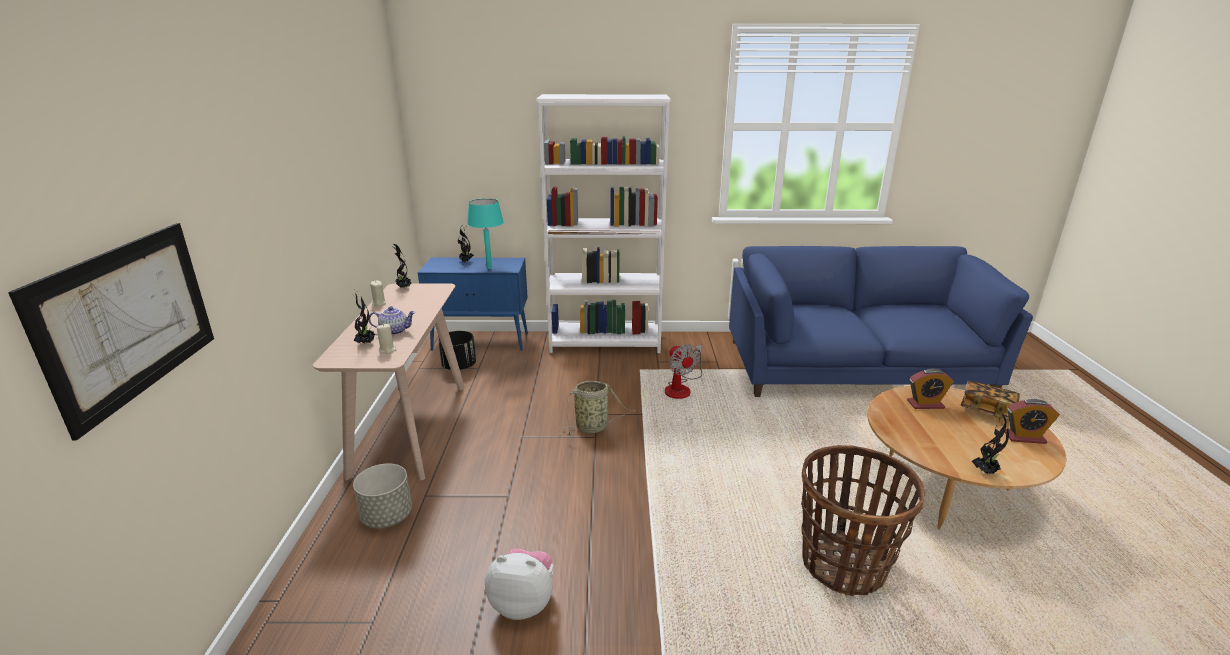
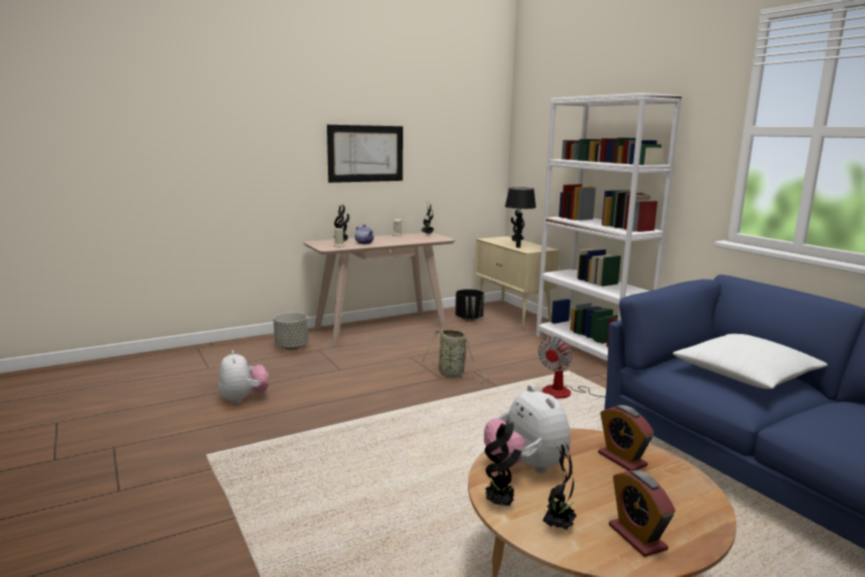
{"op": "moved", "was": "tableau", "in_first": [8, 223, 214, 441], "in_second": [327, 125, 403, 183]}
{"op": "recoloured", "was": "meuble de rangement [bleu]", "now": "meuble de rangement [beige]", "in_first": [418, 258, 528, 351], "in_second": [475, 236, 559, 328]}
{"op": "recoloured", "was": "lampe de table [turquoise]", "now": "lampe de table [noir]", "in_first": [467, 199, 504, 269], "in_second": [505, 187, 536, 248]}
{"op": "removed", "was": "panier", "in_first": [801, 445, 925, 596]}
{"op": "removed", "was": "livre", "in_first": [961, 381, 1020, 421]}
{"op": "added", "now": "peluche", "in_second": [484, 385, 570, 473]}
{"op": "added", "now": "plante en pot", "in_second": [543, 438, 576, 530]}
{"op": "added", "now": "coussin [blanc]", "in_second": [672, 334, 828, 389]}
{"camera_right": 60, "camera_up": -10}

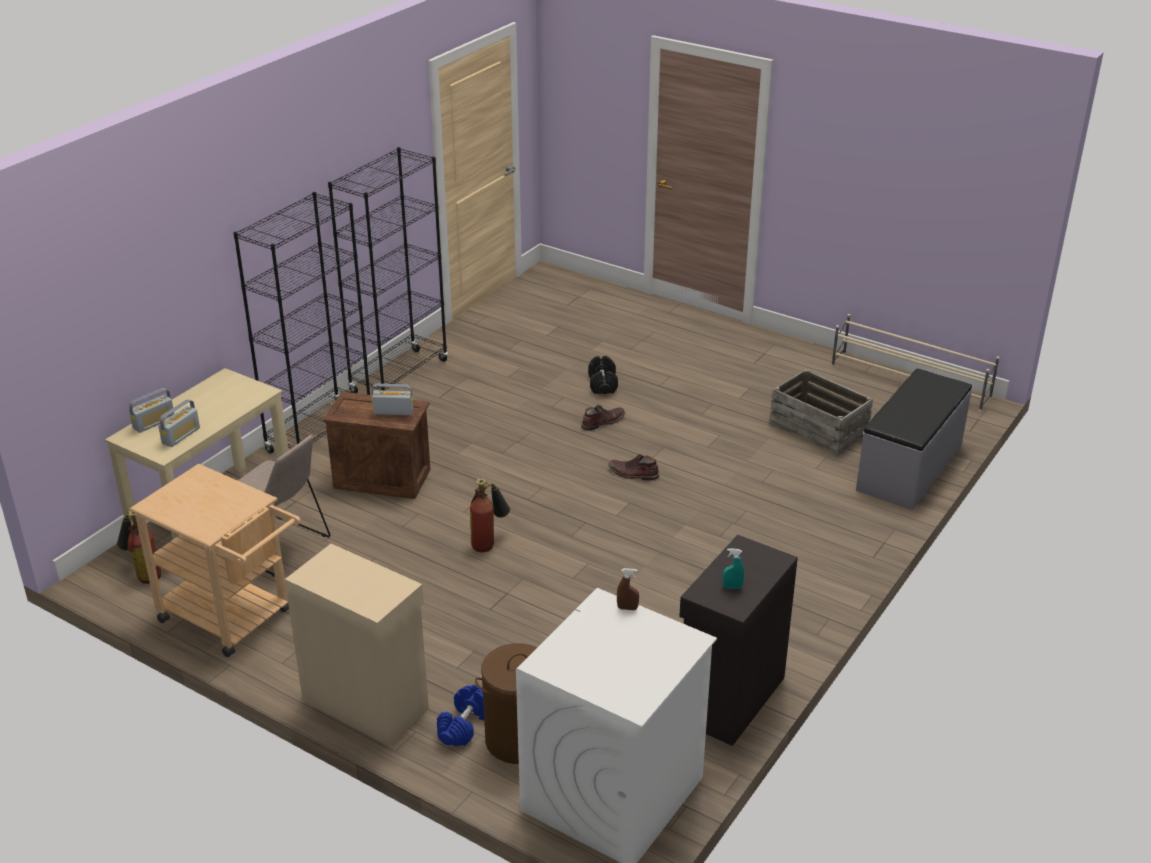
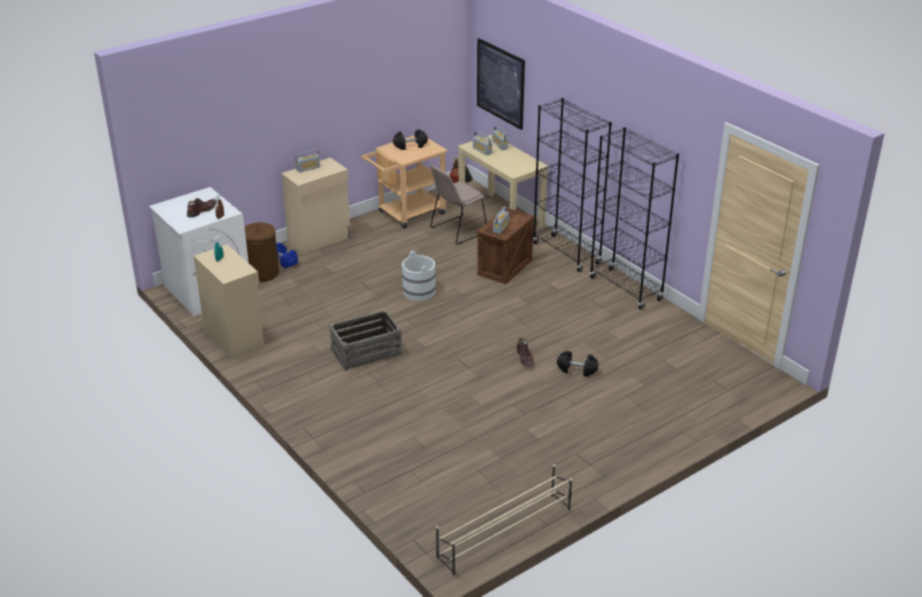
{"op": "replaced", "was": "extincteur", "now": "seau [blanc]", "in_first": [470, 478, 510, 552], "in_second": [402, 251, 436, 301]}
{"op": "moved", "was": "botte [marron]", "in_first": [608, 454, 659, 481], "in_second": [187, 198, 217, 218]}
{"op": "recoloured", "was": "meuble de rangement [noir]", "now": "meuble de rangement [beige]", "in_first": [679, 534, 798, 746], "in_second": [194, 245, 264, 360]}
{"op": "moved", "was": "caisse", "in_first": [769, 369, 873, 457], "in_second": [329, 310, 402, 371]}
{"op": "removed", "was": "banc [gris]", "in_first": [856, 368, 972, 510]}
{"op": "added", "now": "radio", "in_second": [295, 149, 320, 173]}
{"op": "added", "now": "haltère [noir]", "in_second": [393, 129, 428, 150]}
{"op": "added", "now": "tableau", "in_second": [477, 38, 525, 130]}
{"camera_right": 110, "camera_up": 0}

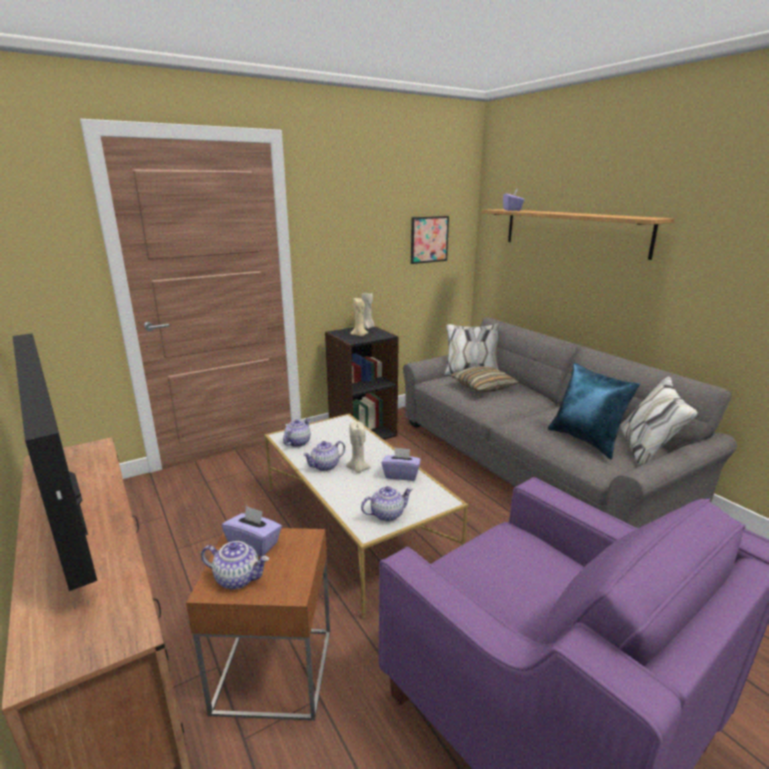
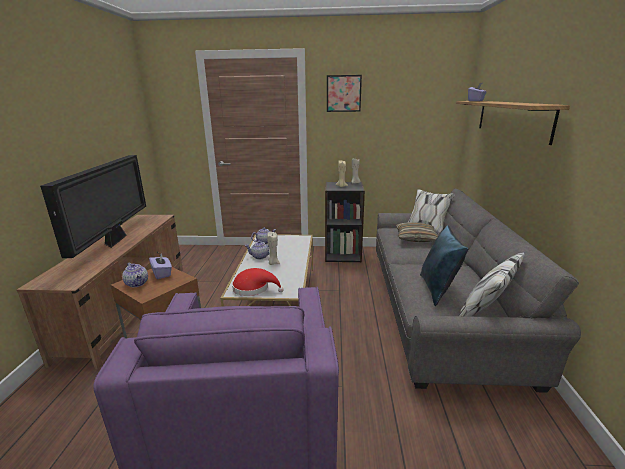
{"op": "replaced", "was": "théière", "now": "chapeau [rouge]", "in_first": [361, 486, 413, 522], "in_second": [232, 268, 284, 296]}
{"op": "removed", "was": "boîte à mouchoirs [violet]", "in_first": [382, 447, 421, 481]}
{"op": "moved", "was": "tableau", "in_first": [411, 216, 449, 264], "in_second": [327, 75, 362, 112]}
{"camera_right": 35, "camera_up": 0}

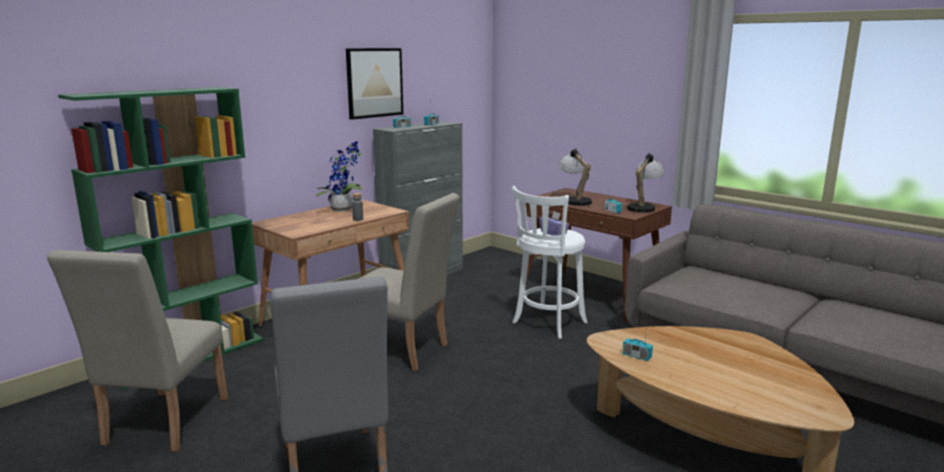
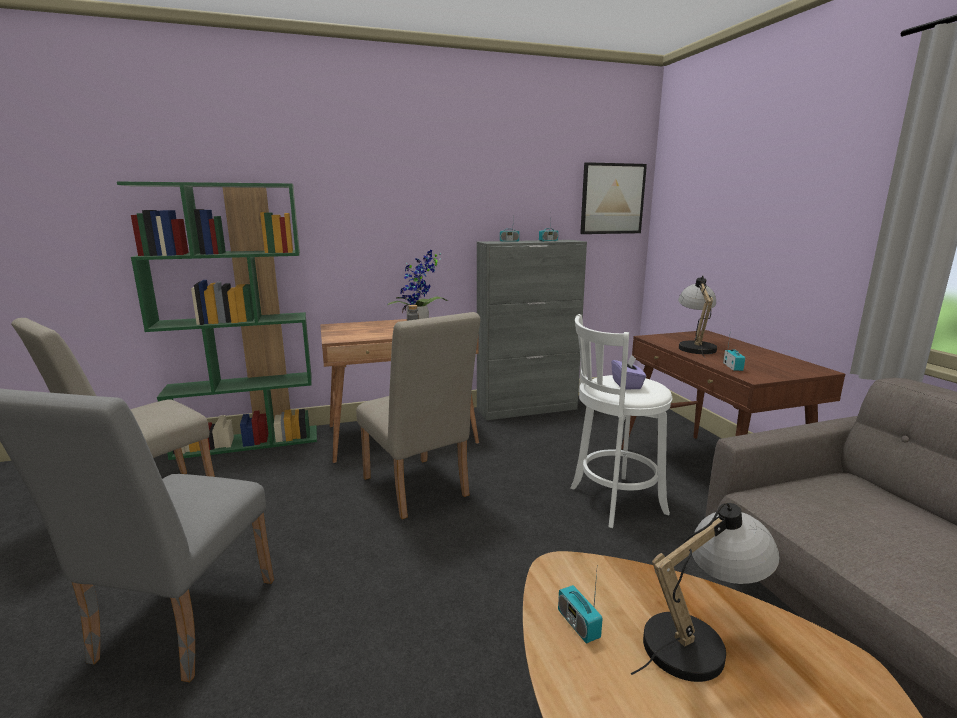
{"op": "moved", "was": "tableau", "in_first": [346, 48, 403, 120], "in_second": [580, 162, 647, 234]}
{"op": "moved", "was": "lampe de table", "in_first": [627, 153, 664, 214], "in_second": [631, 503, 780, 682]}
{"camera_right": 30, "camera_up": 0}

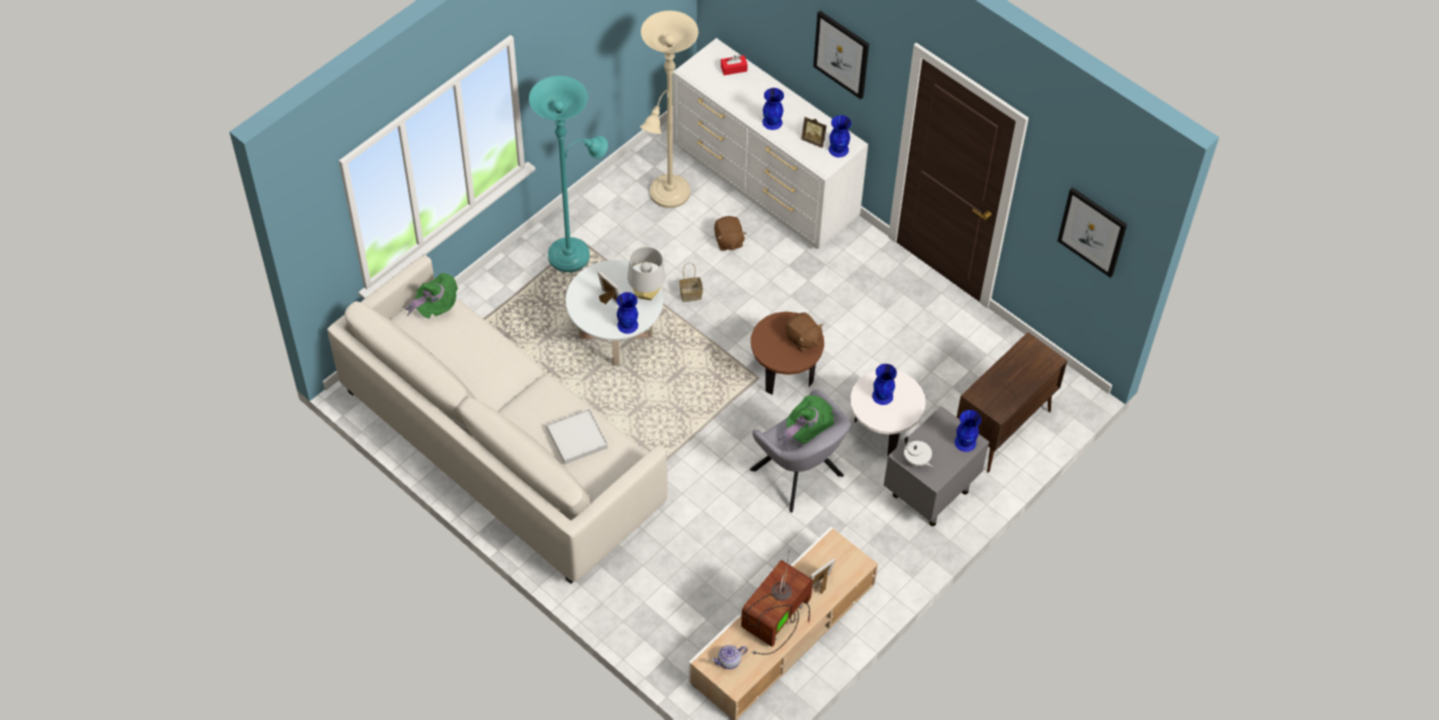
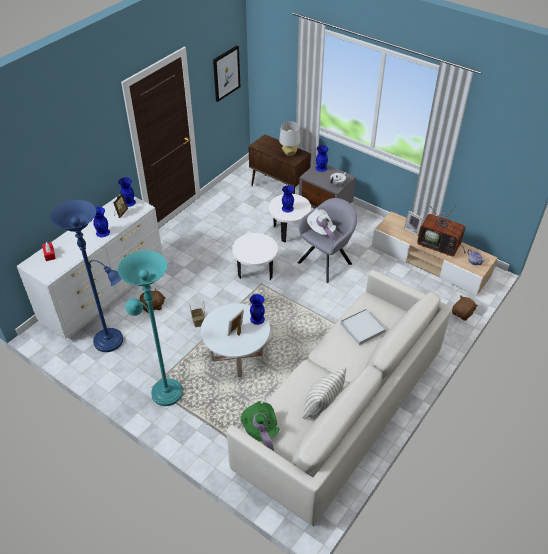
{"op": "moved", "was": "lampe de table [gris]", "in_first": [627, 247, 665, 300], "in_second": [279, 121, 301, 156]}
{"op": "recoloured", "was": "lampadaire [beige]", "now": "lampadaire [bleu]", "in_first": [640, 11, 698, 208], "in_second": [50, 200, 123, 352]}
{"op": "recoloured", "was": "table d'appoint [marron]", "now": "table d'appoint [blanc]", "in_first": [751, 312, 824, 395], "in_second": [232, 233, 278, 280]}
{"op": "recoloured", "was": "chapeau [vert]", "now": "chapeau [blanc]", "in_first": [778, 395, 834, 447], "in_second": [307, 209, 336, 242]}
{"op": "moved", "was": "peluche [marron]", "in_first": [785, 312, 823, 352], "in_second": [452, 295, 478, 321]}
{"op": "removed", "was": "tableau", "in_first": [813, 11, 869, 99]}
{"op": "added", "now": "coussin", "in_second": [303, 368, 346, 419]}
{"camera_right": -95, "camera_up": -10}

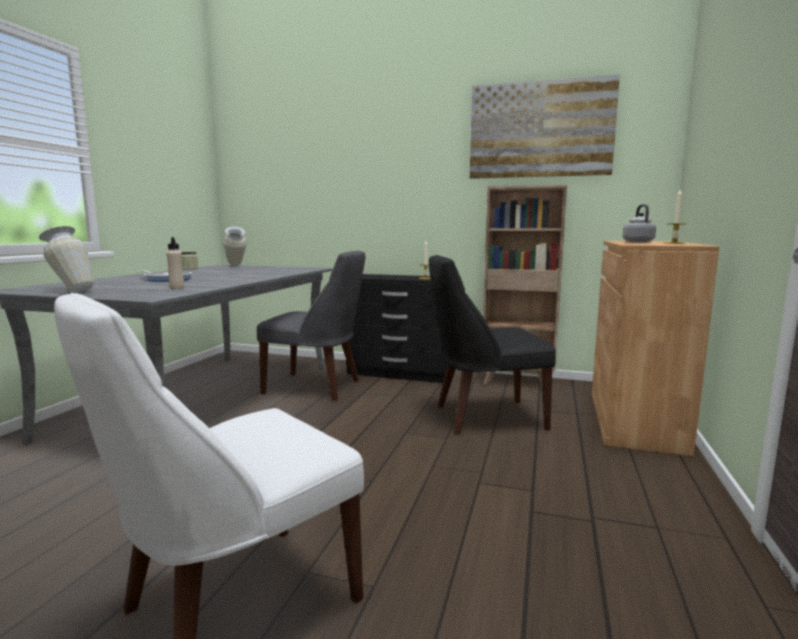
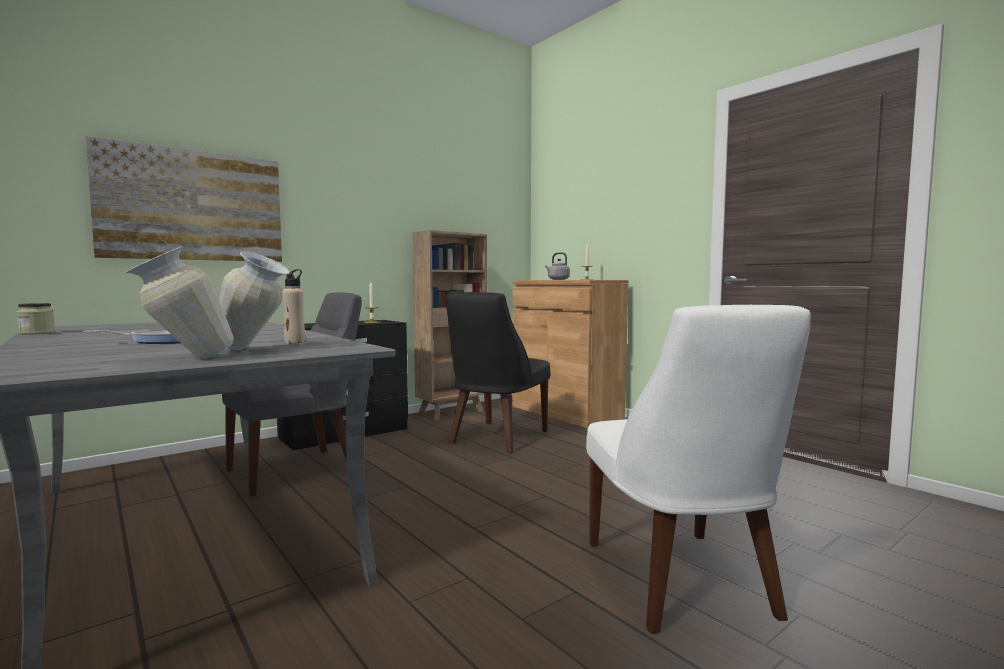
{"op": "moved", "was": "vase", "in_first": [223, 227, 247, 266], "in_second": [219, 251, 289, 350]}
{"op": "moved", "was": "tableau", "in_first": [470, 74, 620, 179], "in_second": [85, 136, 282, 262]}
{"camera_right": -55, "camera_up": -5}

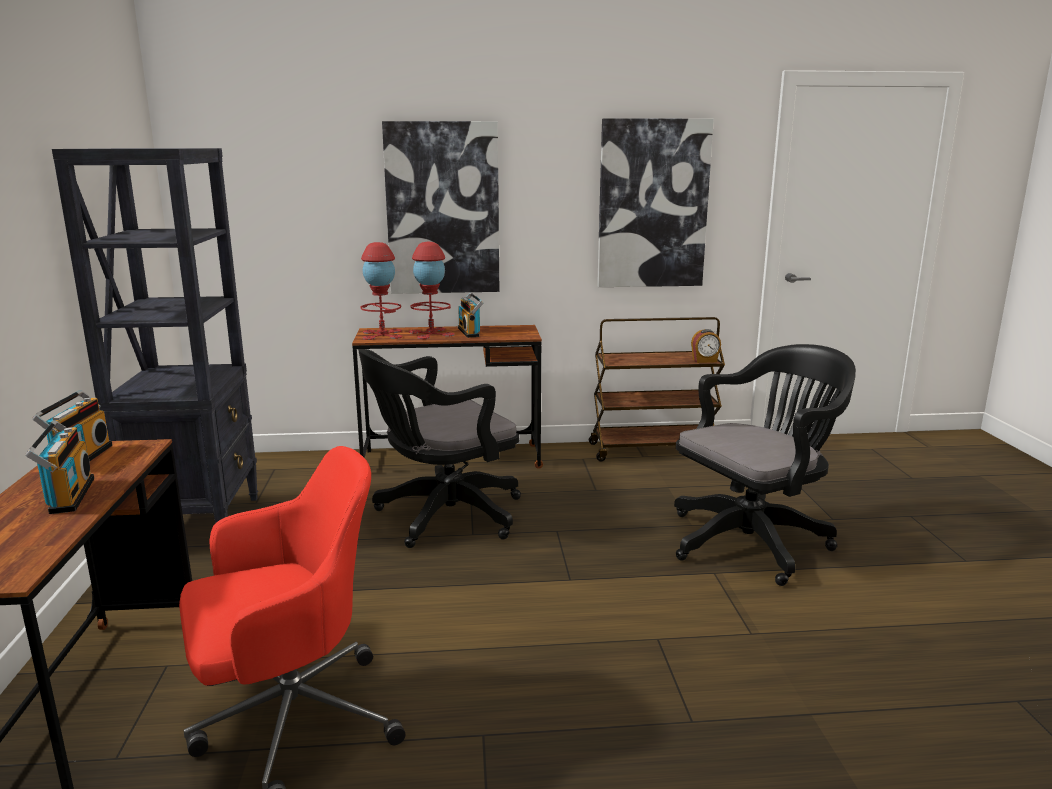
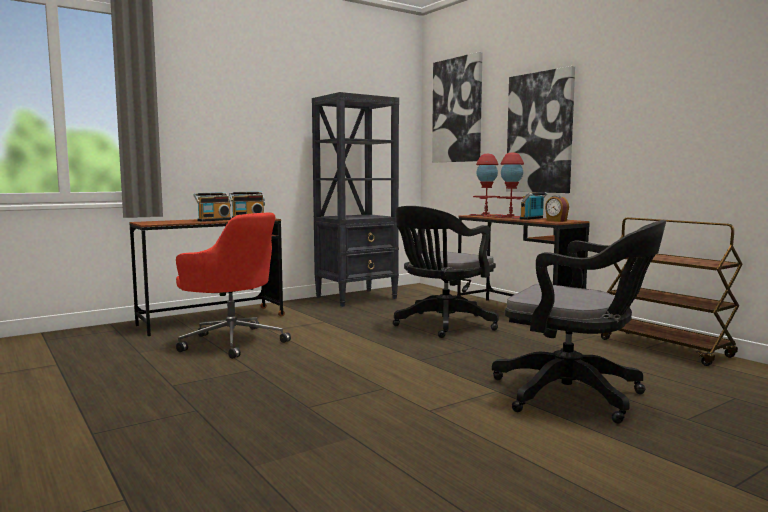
{"op": "turned", "was": "chaise de bureau [noir]", "in_first": [358, 349, 521, 548], "in_second": [393, 206, 499, 338], "clockwise": -75}
{"op": "moved", "was": "tableau", "in_first": [597, 118, 714, 287], "in_second": [432, 52, 483, 162]}
{"op": "moved", "was": "réveil", "in_first": [691, 329, 721, 363], "in_second": [545, 195, 569, 222]}
{"camera_right": 60, "camera_up": -10}

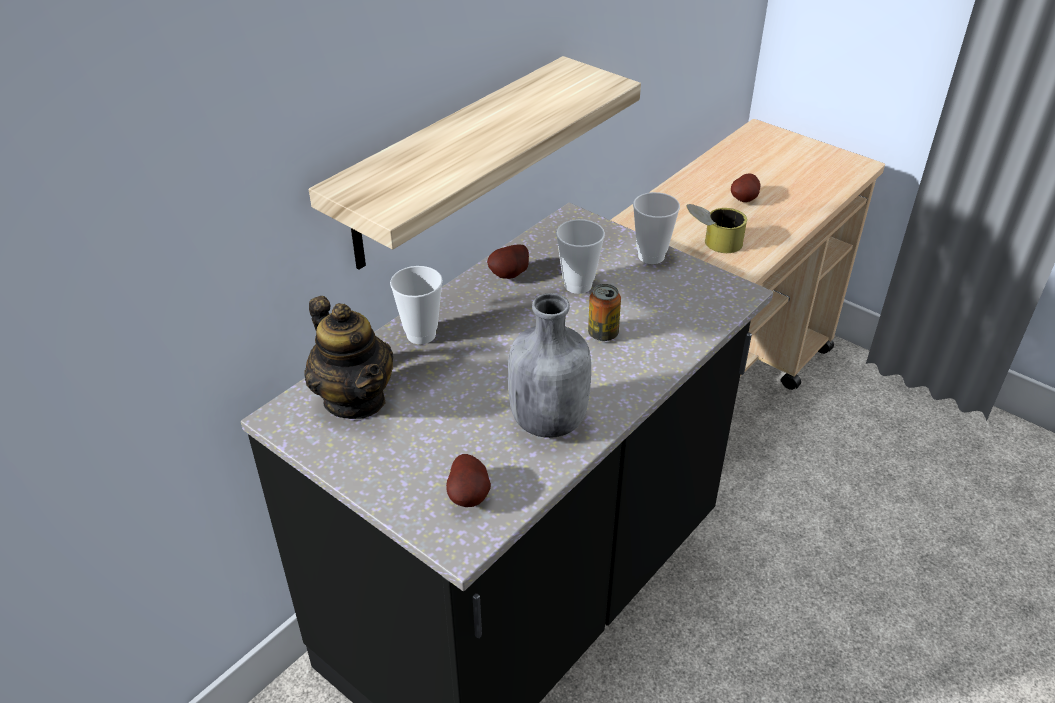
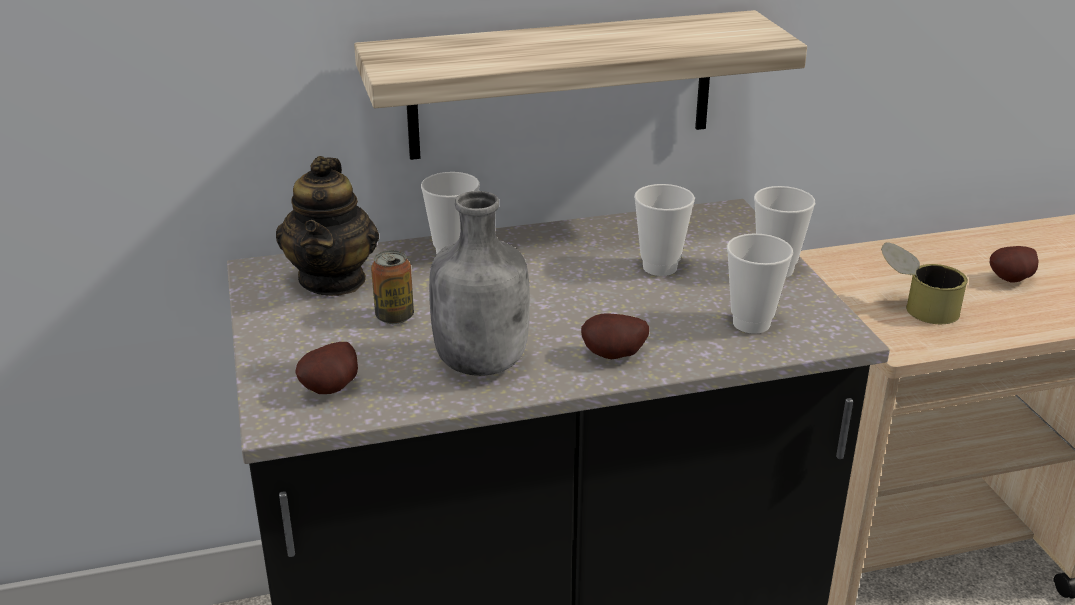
{"op": "moved", "was": "pomme de terre", "in_first": [487, 244, 529, 279], "in_second": [581, 313, 649, 359]}
{"op": "moved", "was": "boîte métallique", "in_first": [588, 284, 621, 341], "in_second": [371, 250, 414, 324]}
{"op": "added", "now": "tasse", "in_second": [727, 233, 793, 334]}
{"camera_right": 35, "camera_up": -10}

